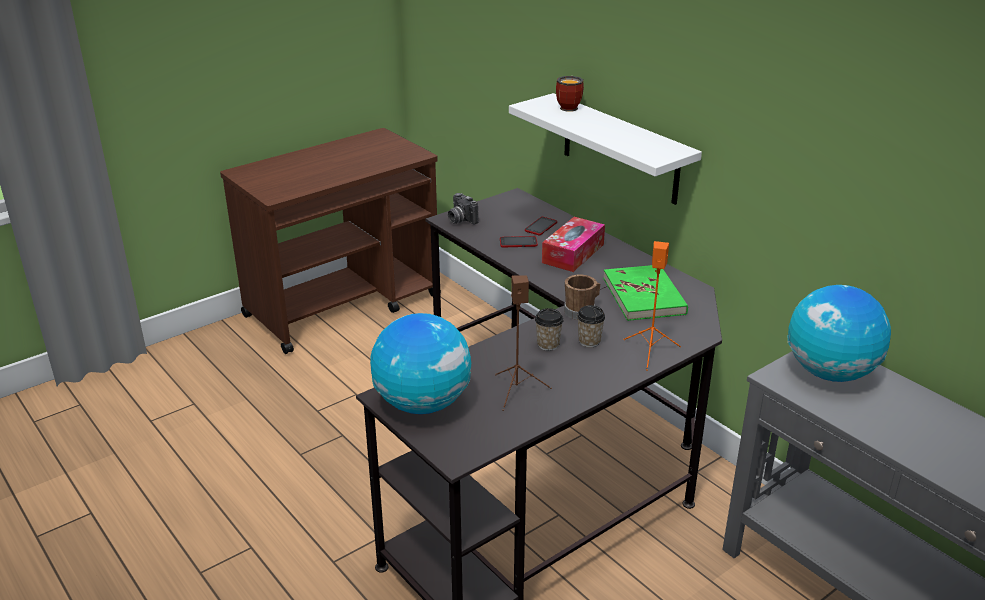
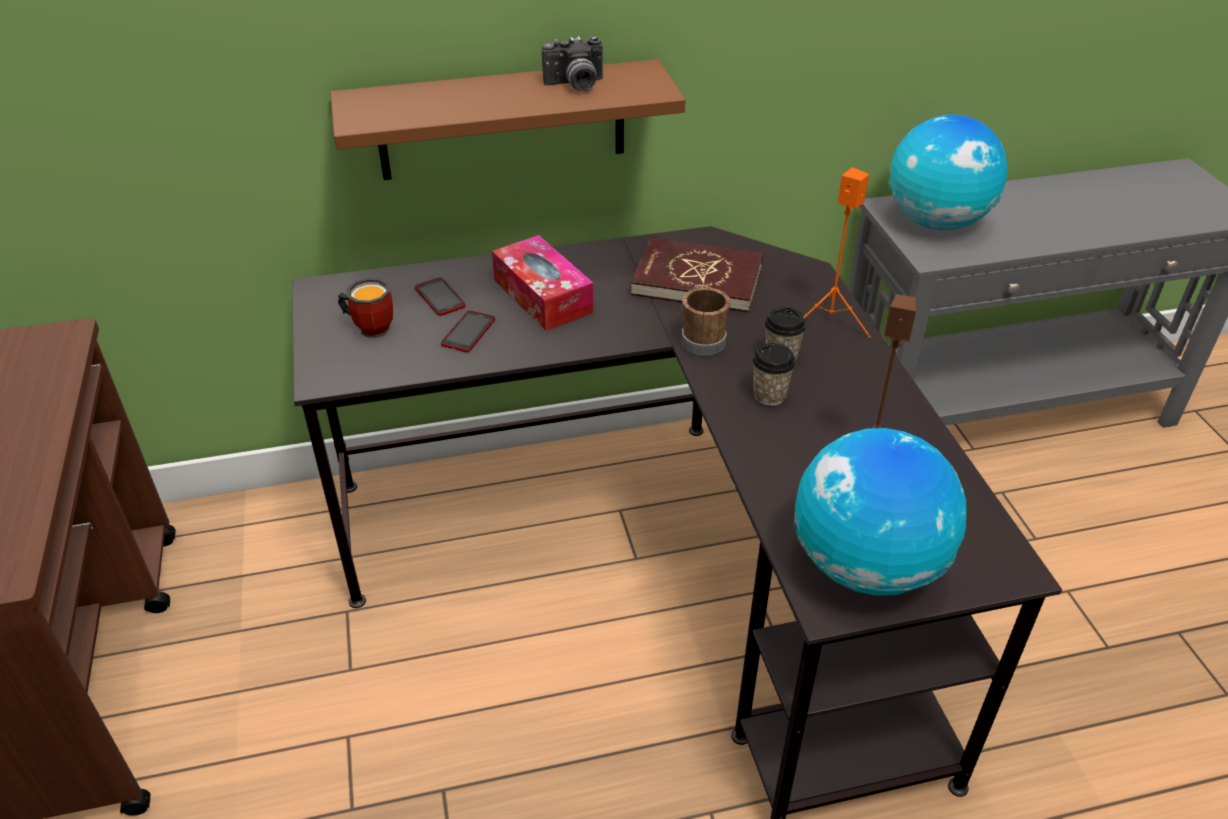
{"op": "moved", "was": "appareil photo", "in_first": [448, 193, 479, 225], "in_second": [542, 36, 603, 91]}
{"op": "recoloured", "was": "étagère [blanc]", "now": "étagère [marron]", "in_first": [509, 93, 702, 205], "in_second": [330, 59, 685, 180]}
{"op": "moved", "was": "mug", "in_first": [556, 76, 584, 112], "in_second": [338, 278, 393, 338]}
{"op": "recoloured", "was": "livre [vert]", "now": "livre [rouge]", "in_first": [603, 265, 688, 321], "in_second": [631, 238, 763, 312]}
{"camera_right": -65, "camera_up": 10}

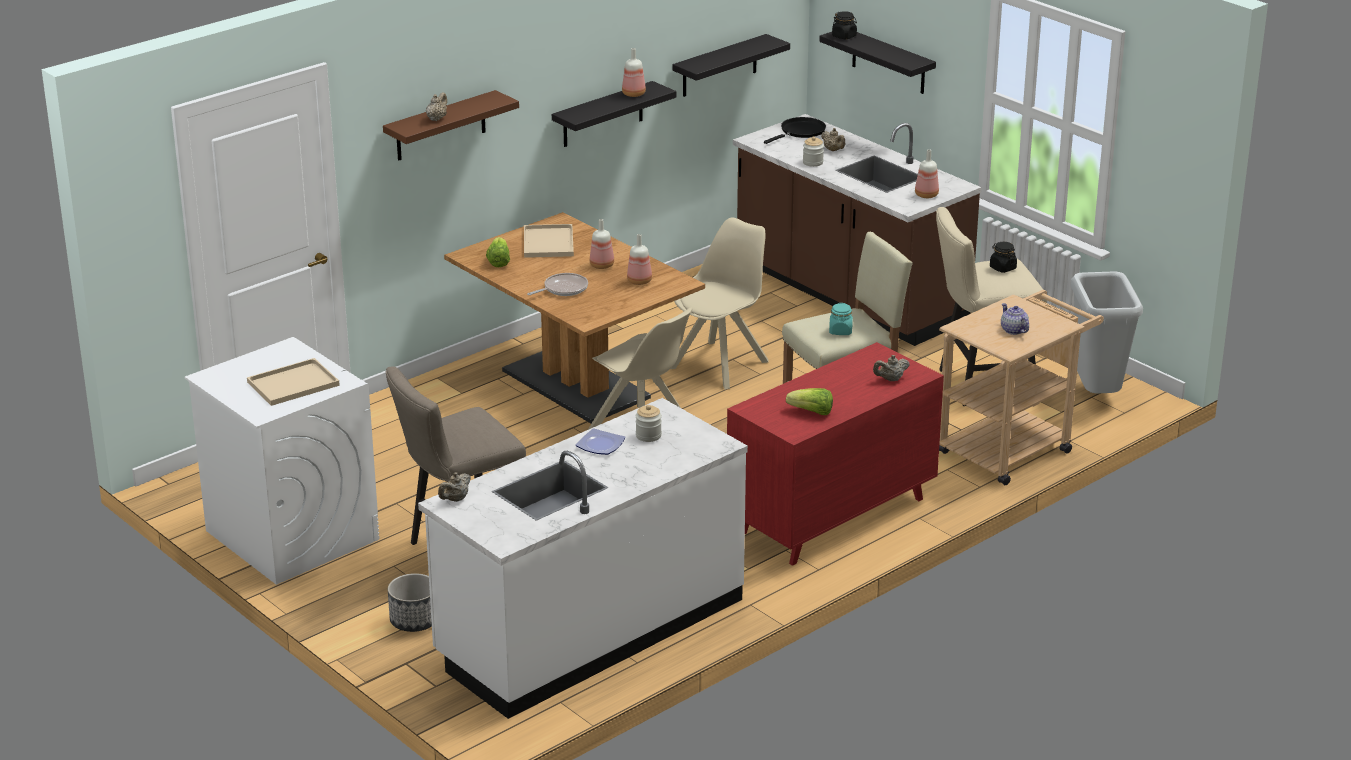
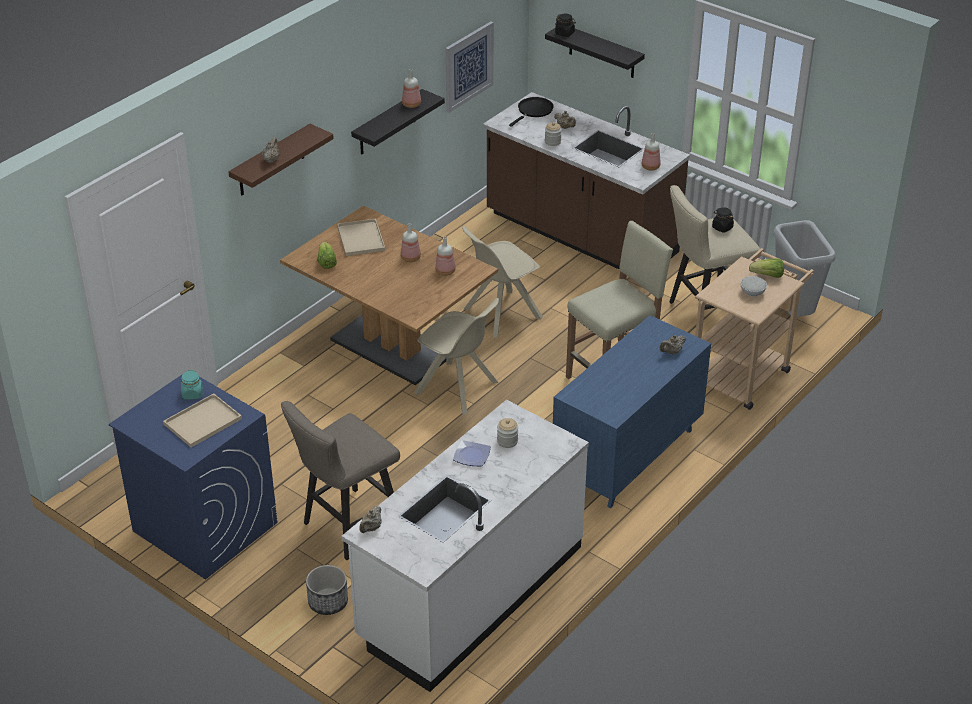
{"op": "recoloured", "was": "lave-linge [blanc]", "now": "lave-linge [bleu]", "in_first": [185, 337, 380, 585], "in_second": [109, 371, 278, 580]}
{"op": "removed", "was": "poêle", "in_first": [527, 273, 588, 296]}
{"op": "turned", "was": "chaise [beige]", "in_first": [671, 217, 769, 389], "in_second": [462, 226, 543, 338], "clockwise": -150}
{"op": "replaced", "was": "étagère [noir]", "now": "tableau", "in_first": [672, 34, 790, 97], "in_second": [445, 21, 494, 113]}
{"op": "recoloured", "was": "commode [rouge]", "now": "commode [bleu]", "in_first": [727, 342, 944, 566], "in_second": [553, 315, 711, 508]}
{"op": "moved", "was": "laitue", "in_first": [786, 388, 833, 415], "in_second": [749, 258, 784, 278]}
{"op": "moved", "was": "bocal [turquoise]", "in_first": [829, 303, 853, 335], "in_second": [181, 370, 203, 399]}
{"op": "replaced", "was": "théière", "now": "bol [blanc]", "in_first": [1001, 303, 1029, 335], "in_second": [741, 276, 767, 297]}
{"camera_right": -10, "camera_up": 10}

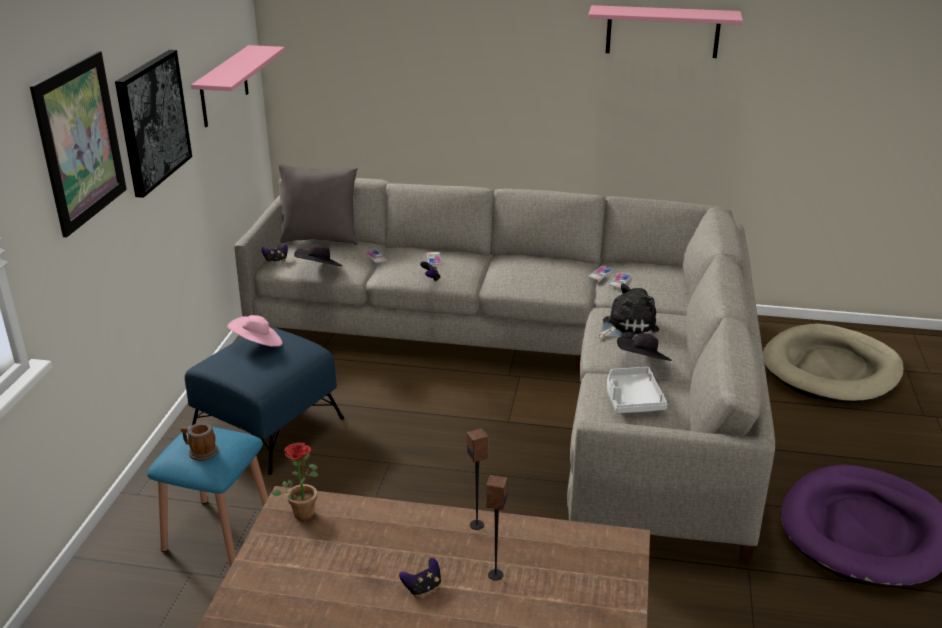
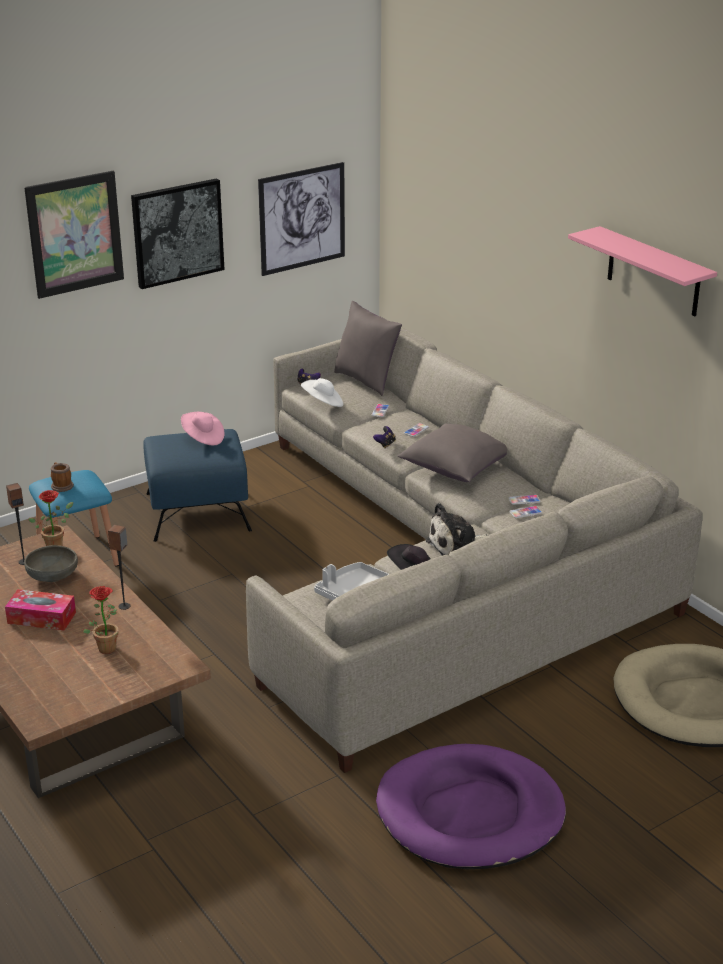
{"op": "replaced", "was": "étagère [rose]", "now": "tableau", "in_first": [191, 45, 285, 127], "in_second": [258, 162, 345, 276]}
{"op": "recoloured", "was": "chapeau [noir]", "now": "chapeau [blanc]", "in_first": [294, 244, 343, 266], "in_second": [301, 378, 343, 407]}
{"op": "replaced", "was": "manette", "now": "boîte à mouchoirs", "in_first": [399, 558, 441, 597], "in_second": [5, 589, 76, 630]}
{"op": "moved", "was": "enceinte", "in_first": [486, 475, 508, 581], "in_second": [6, 483, 25, 565]}
{"op": "turned", "was": "peluche", "in_first": [597, 283, 659, 339], "in_second": [426, 503, 488, 556], "clockwise": 135}
{"op": "added", "now": "bol [gris]", "in_second": [24, 545, 78, 582]}
{"op": "added", "now": "plante en pot", "in_second": [83, 586, 118, 654]}
{"op": "added", "now": "coussin [gris]", "in_second": [398, 423, 507, 482]}
{"camera_right": 45, "camera_up": 0}

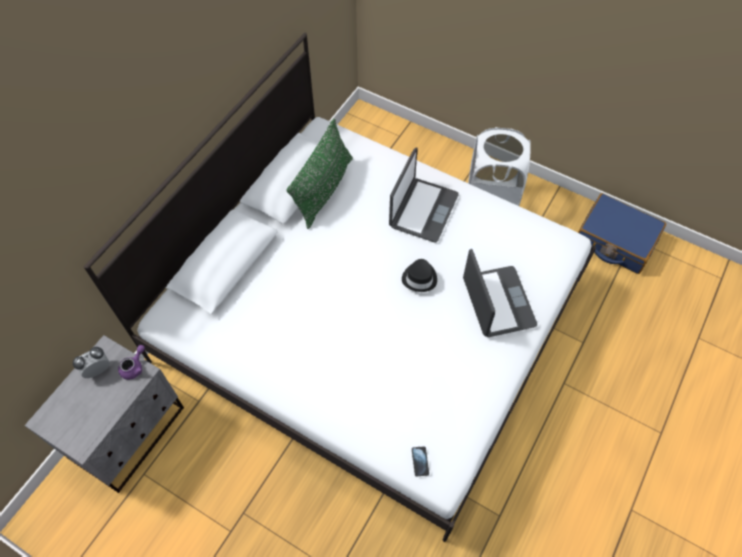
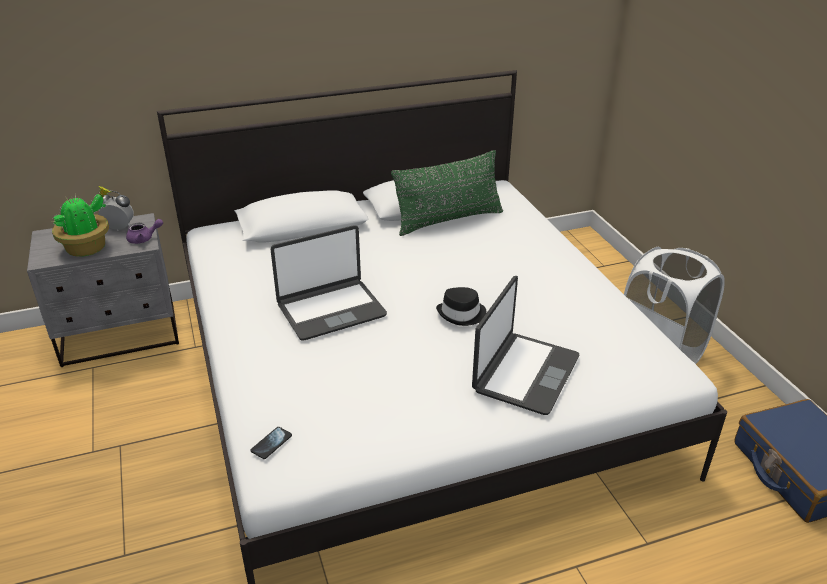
{"op": "moved", "was": "ordinateur portable", "in_first": [389, 147, 459, 242], "in_second": [271, 225, 387, 340]}
{"op": "added", "now": "plante en pot", "in_second": [52, 186, 111, 257]}
{"camera_right": 40, "camera_up": -25}

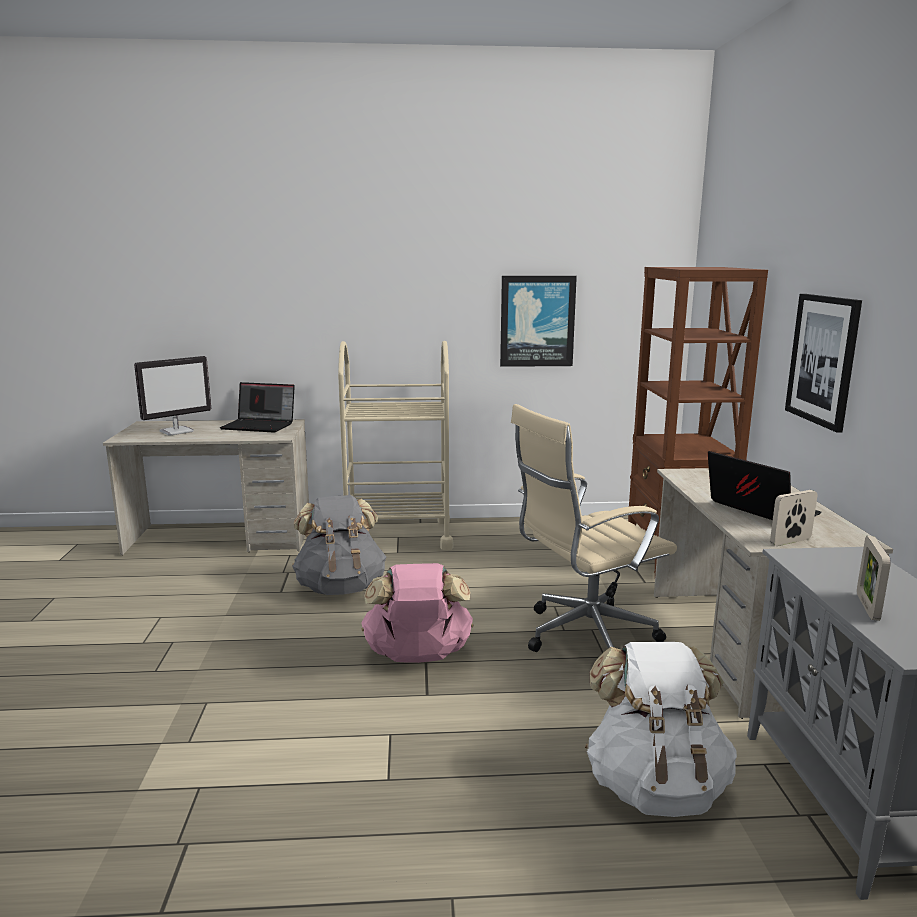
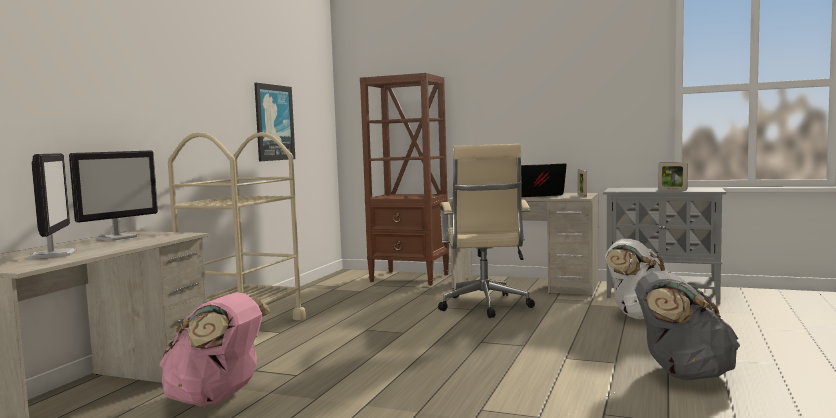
{"op": "replaced", "was": "ordinateur portable", "now": "écran d'ordinateur", "in_first": [220, 382, 295, 433], "in_second": [69, 150, 158, 241]}
{"op": "moved", "was": "sac à dos [gris]", "in_first": [292, 495, 386, 595], "in_second": [635, 271, 740, 380]}
{"op": "moved", "was": "sac à dos [rose]", "in_first": [361, 563, 473, 663], "in_second": [160, 292, 270, 407]}
{"op": "removed", "was": "tableau", "in_first": [785, 294, 862, 433]}
{"camera_right": -65, "camera_up": -10}

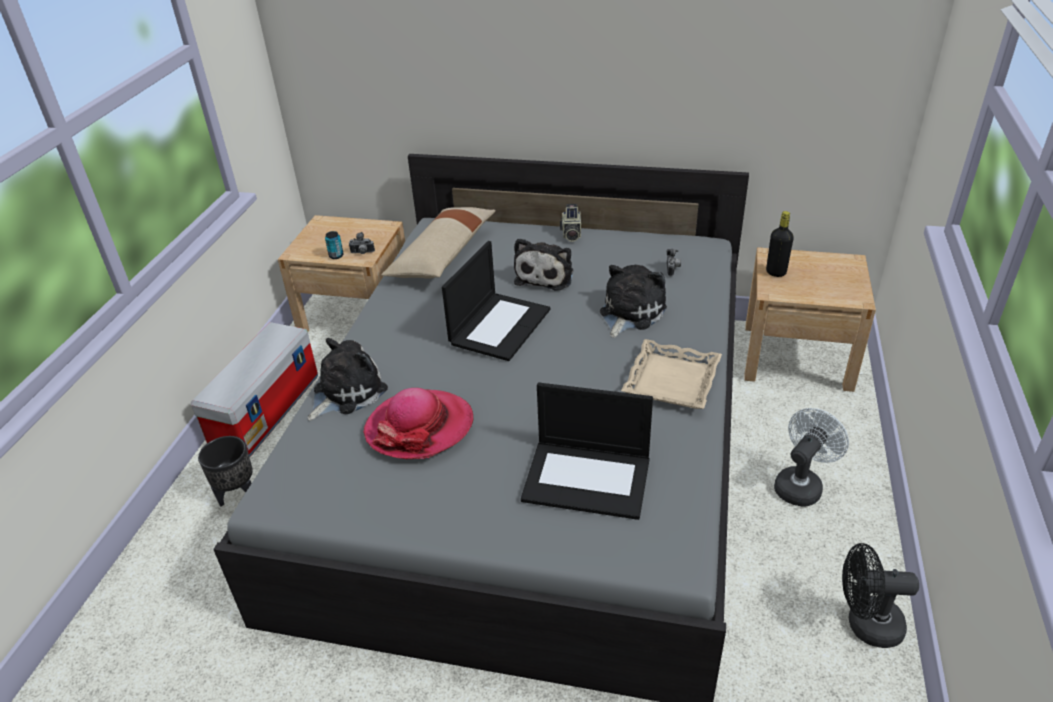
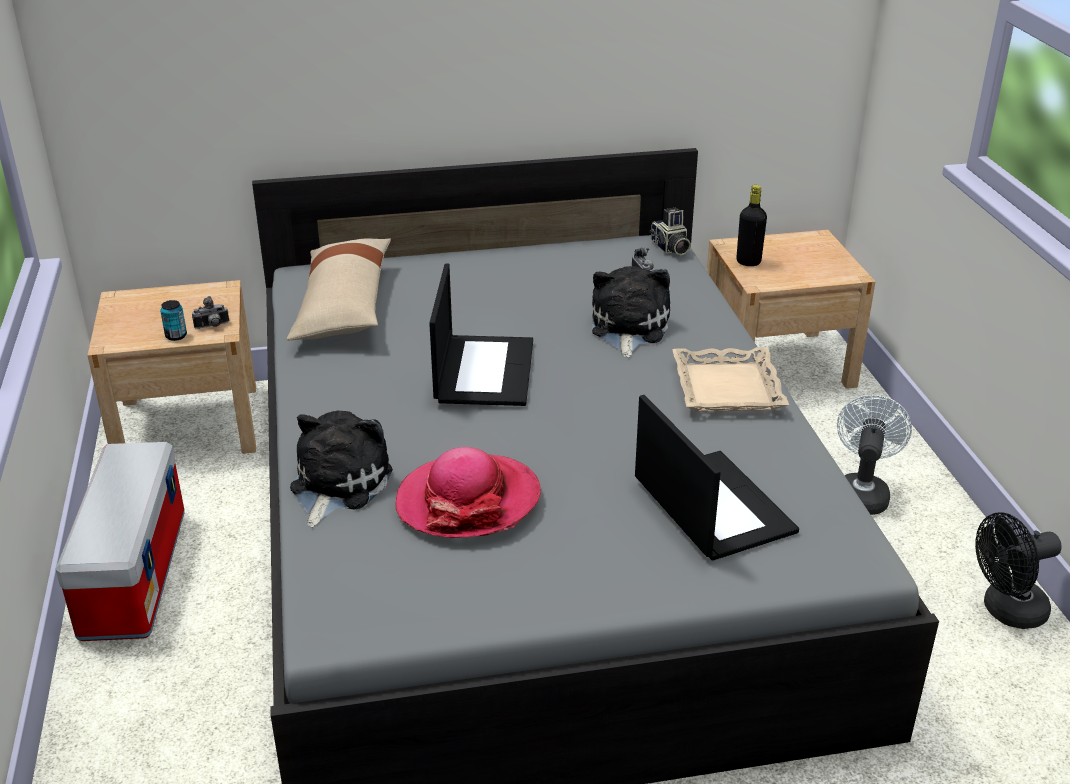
{"op": "removed", "was": "cache-pot [noir]", "in_first": [198, 436, 253, 506]}
{"op": "removed", "was": "peluche", "in_first": [514, 238, 573, 291]}
{"op": "turned", "was": "ordinateur portable", "in_first": [521, 382, 653, 520], "in_second": [635, 395, 799, 561], "clockwise": -105}
{"op": "moved", "was": "appareil photo", "in_first": [560, 204, 582, 242], "in_second": [649, 207, 691, 255]}
{"camera_right": -25, "camera_up": -5}

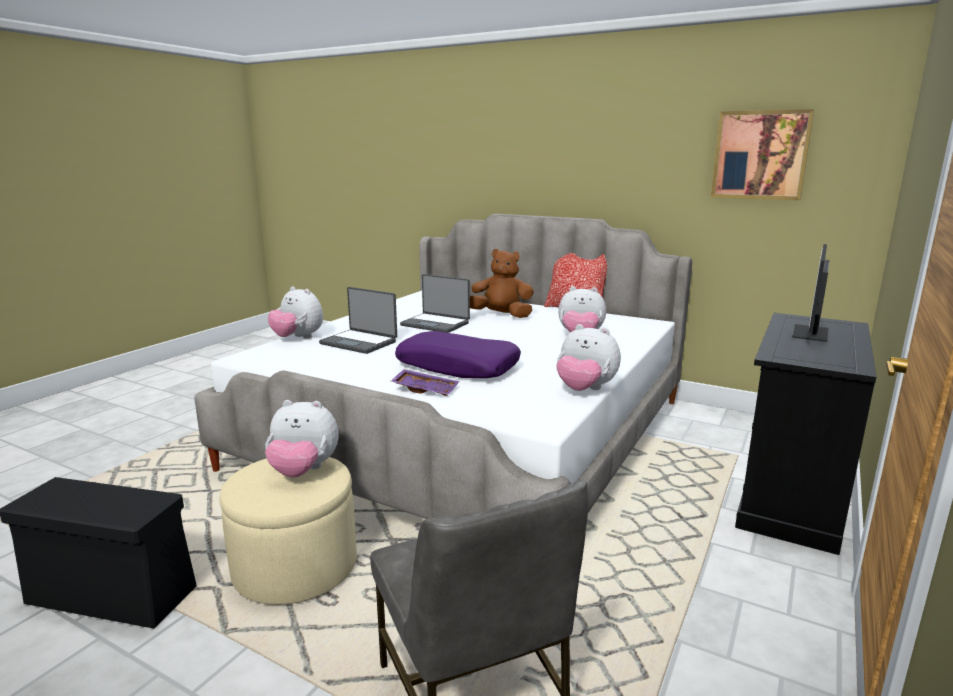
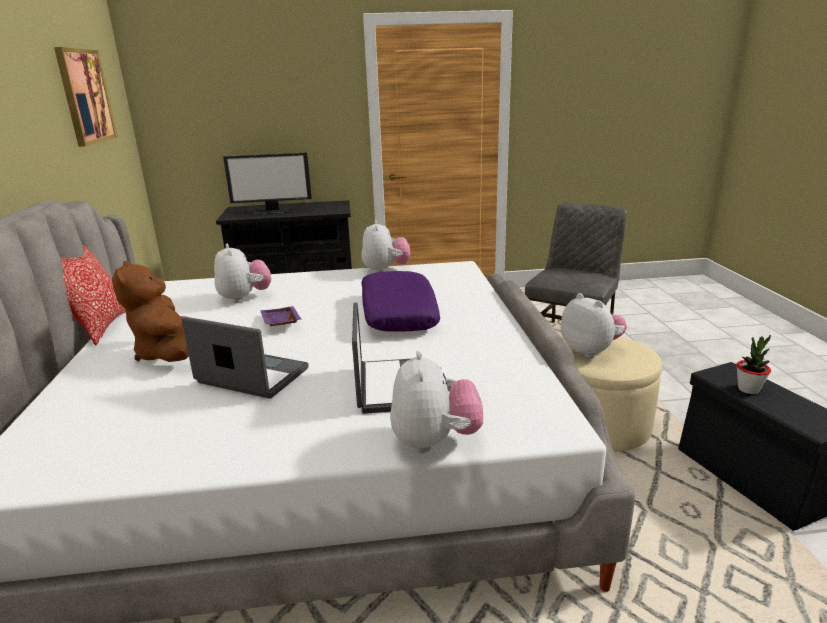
{"op": "moved", "was": "plateau [violet]", "in_first": [391, 369, 459, 396], "in_second": [260, 306, 302, 326]}
{"op": "turned", "was": "ordinateur portable", "in_first": [400, 274, 470, 333], "in_second": [182, 317, 308, 399], "clockwise": -60}
{"op": "added", "now": "plante en pot", "in_second": [736, 335, 771, 394]}
{"camera_right": -125, "camera_up": 5}

